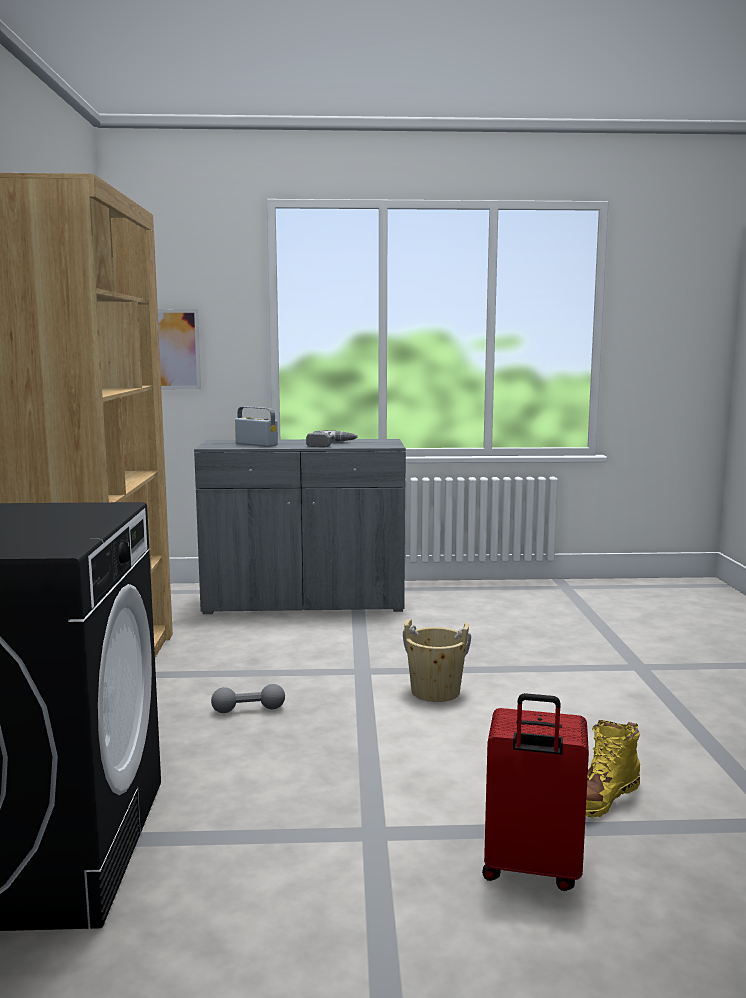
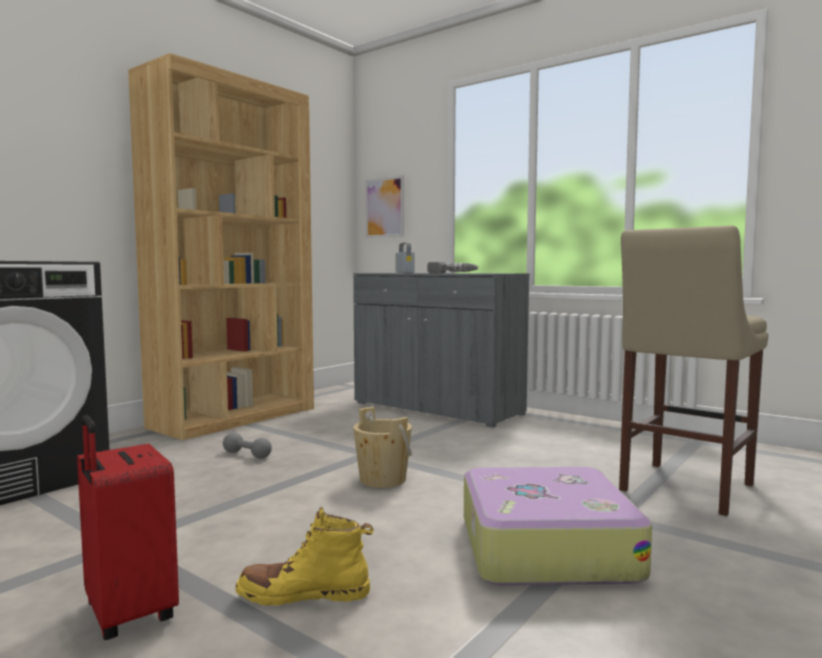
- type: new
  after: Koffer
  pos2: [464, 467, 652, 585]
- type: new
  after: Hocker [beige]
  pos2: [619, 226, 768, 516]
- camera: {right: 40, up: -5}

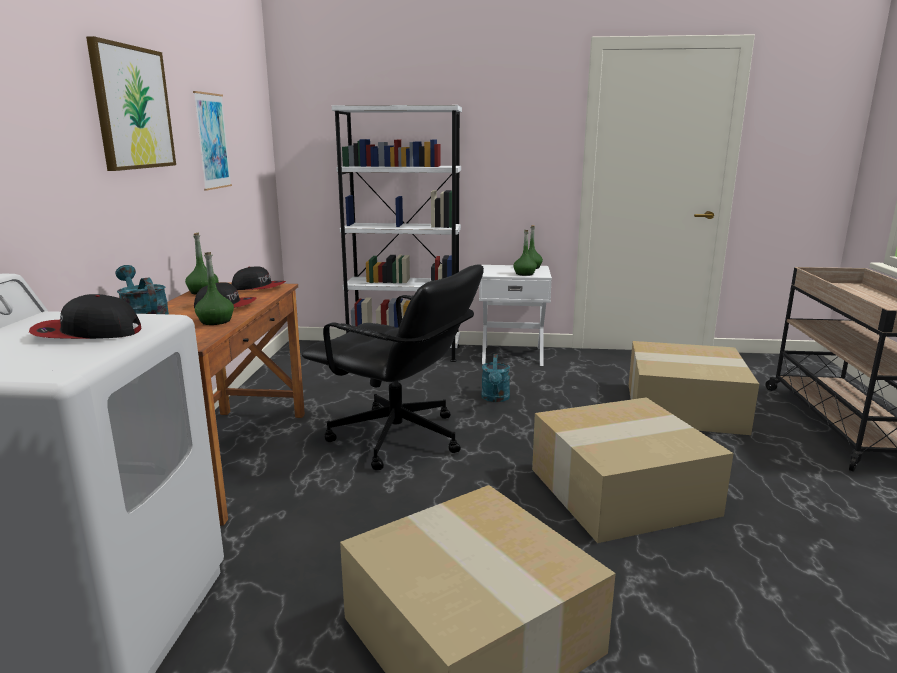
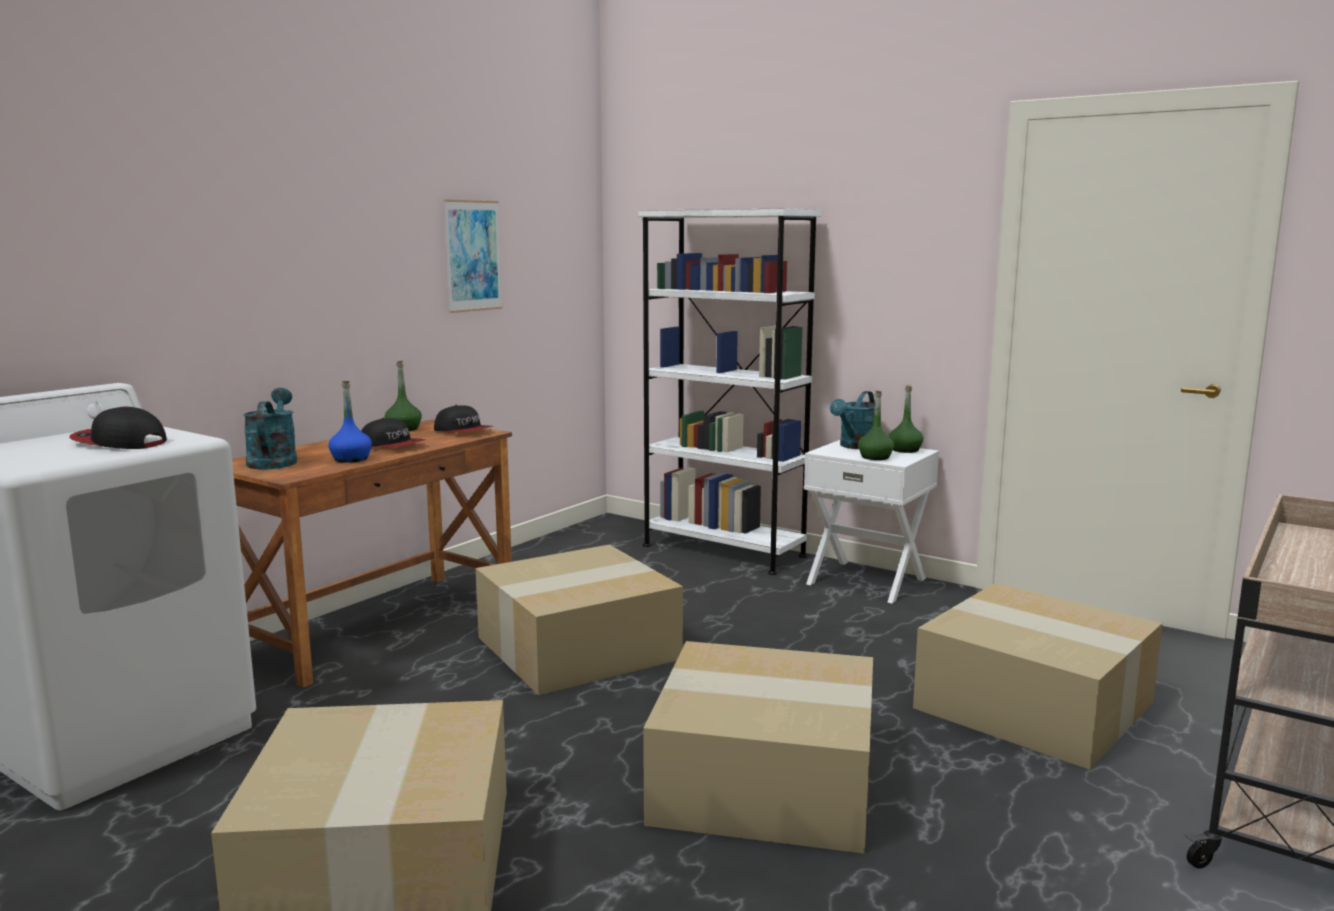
- type: gone
  before: Bild
  pos1: [86, 36, 176, 171]
- type: shifted
  before: Gießkanne [türkis]
  pos1: [481, 354, 510, 402]
  pos2: [830, 391, 875, 449]
- type: swapped
  before: Bürostuhl [schwarz]
  after: Karton
  pos1: [302, 265, 484, 470]
  pos2: [476, 545, 683, 695]
- type: repainted
  before: Flasche [grün]
  after: Flasche [blau]
  pos1: [195, 252, 234, 325]
  pos2: [328, 381, 372, 463]
- camera: {right: 30, up: -5}

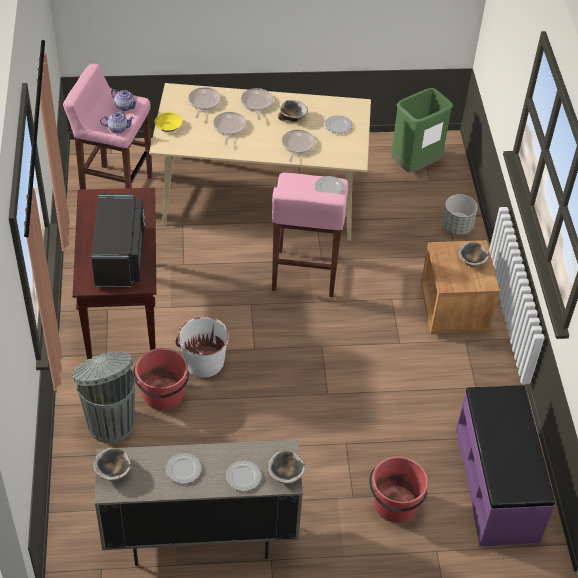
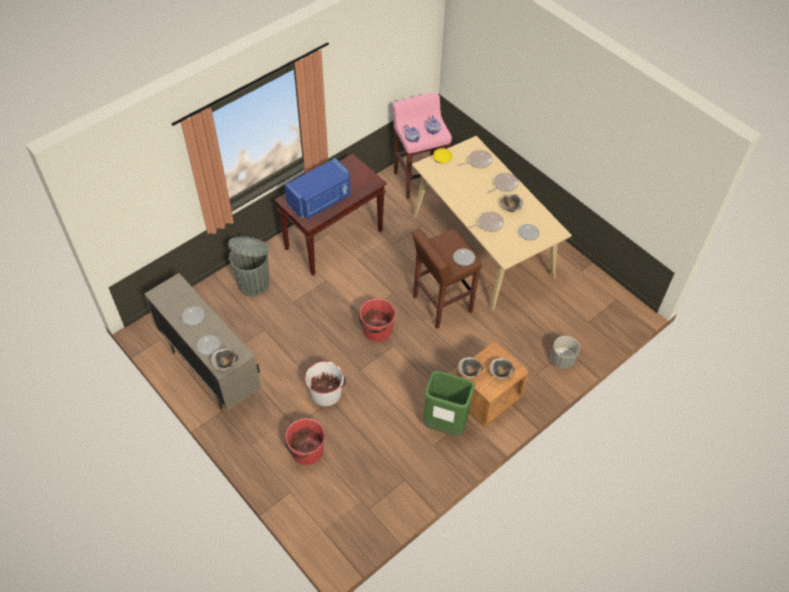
- type: gone
  before: Pfanne
  pos1: [213, 112, 246, 145]
- type: gone
  before: Bank [lila]
  pos1: [456, 385, 555, 546]
- type: shifted
  before: Schüssel
  pos1: [93, 448, 131, 481]
  pos2: [458, 357, 483, 378]
- type: shifted
  before: Eimer [rot]
  pos1: [133, 348, 189, 410]
  pos2: [359, 298, 396, 342]
- type: shifted
  before: Eimer [weiß]
  pos1: [176, 317, 229, 378]
  pos2: [305, 361, 346, 406]
- type: shifted
  before: Mülleimer [grün]
  pos1: [391, 88, 453, 173]
  pos2: [423, 371, 475, 436]
- type: repainted
  before: Mikrowelle [schwarz]
  after: Mikrowelle [blau]
  pos1: [91, 193, 145, 287]
  pos2: [285, 158, 350, 219]
- type: repainted
  before: Hocker [rosa]
  after: Hocker [braun]
  pos1: [272, 173, 348, 297]
  pos2: [412, 228, 482, 329]
- camera: {right: 55, up: 5}

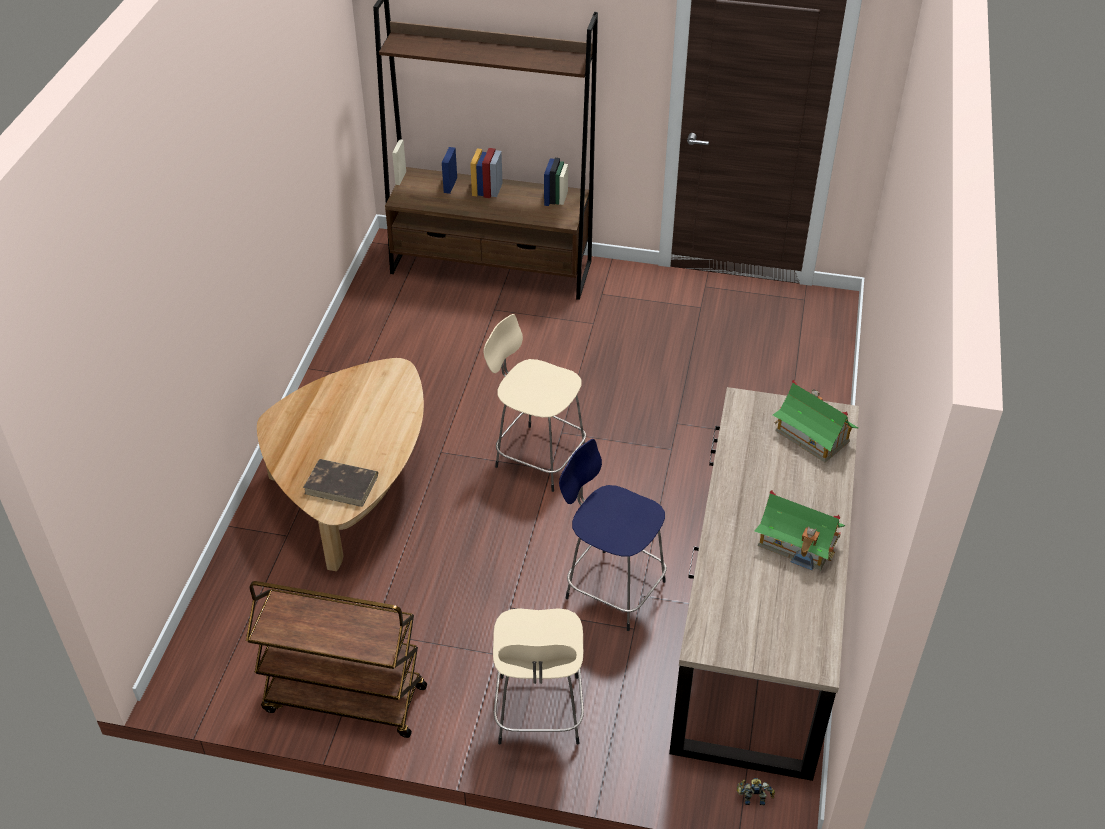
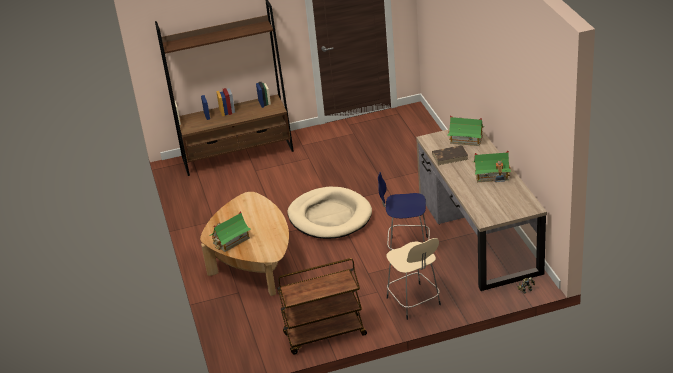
- type: new
  after: Spielzeughaus
  pos2: [209, 211, 251, 252]
- type: shifted
  before: Buch [braun]
  pos1: [303, 459, 378, 507]
  pos2: [432, 145, 469, 165]
- type: swapped
  before: Hocker [beige]
  after: Hundebett [beige]
  pos1: [483, 314, 586, 492]
  pos2: [288, 187, 372, 239]
- camera: {right: -25, up: -10}

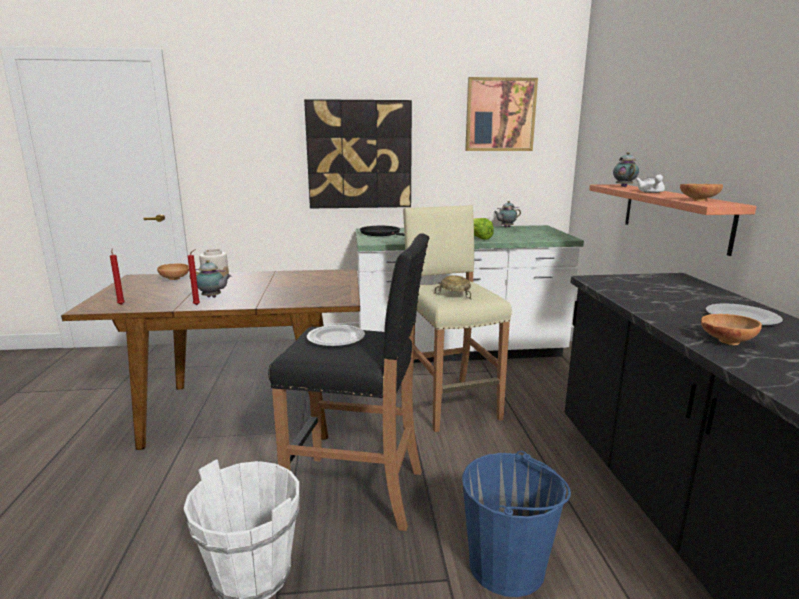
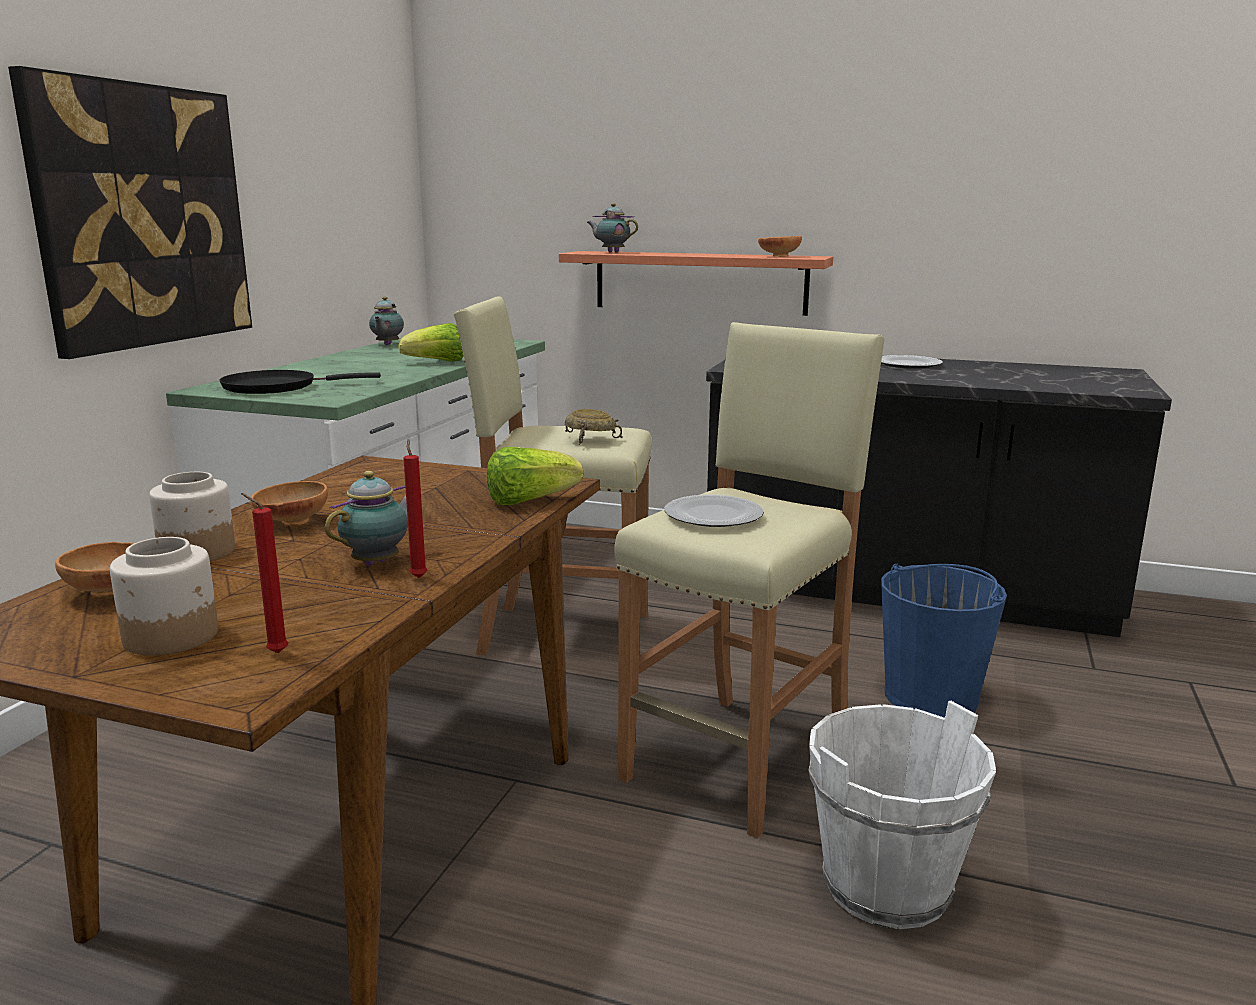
- type: gone
  before: Bild
  pos1: [465, 77, 538, 151]
- type: gone
  before: Teekanne [weiß]
  pos1: [636, 175, 665, 193]
- type: new
  after: Vorratsglas
  pos2: [110, 537, 218, 655]
- type: new
  after: Salatkopf
  pos2: [487, 447, 583, 505]
- type: shifted
  before: Schüssel [braun]
  pos1: [701, 314, 762, 345]
  pos2: [251, 481, 328, 525]
- type: repainted
  before: Hocker [schwarz]
  after: Hocker [beige]
  pos1: [268, 233, 429, 531]
  pos2: [614, 322, 885, 839]
- camera: {right: -65, up: 0}

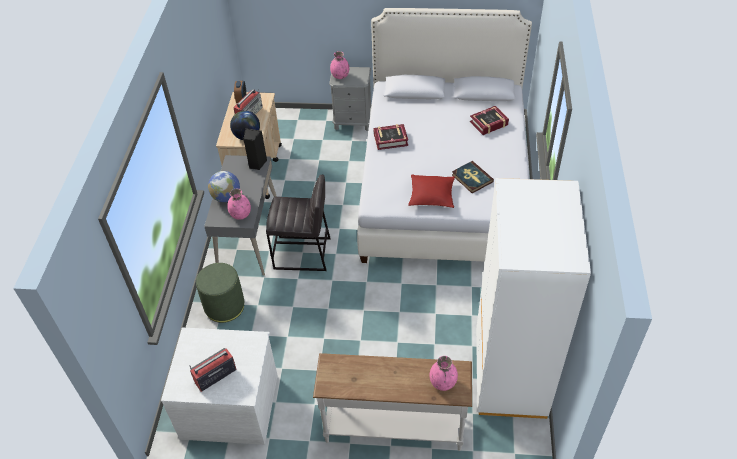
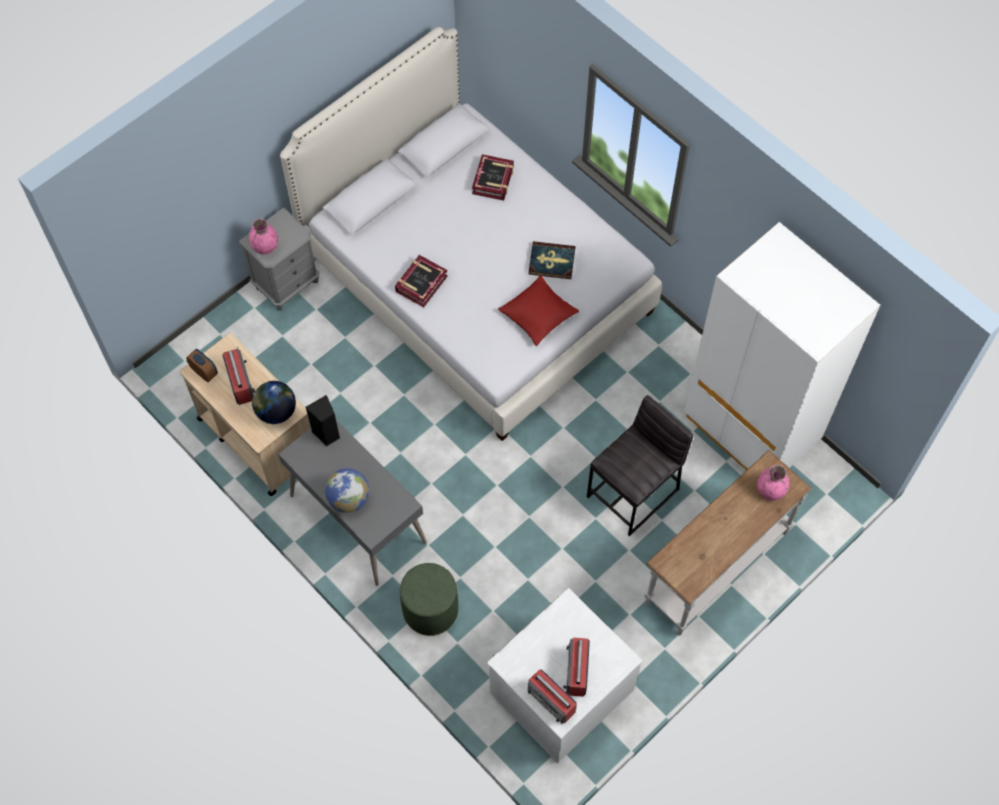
- type: gone
  before: Vase [rosa]
  pos1: [227, 189, 251, 220]
- type: new
  after: Radio
  pos2: [528, 669, 577, 724]
- type: shifted
  before: Hocker [grau]
  pos1: [266, 175, 331, 271]
  pos2: [587, 395, 693, 536]
- camera: {right: -50, up: 15}

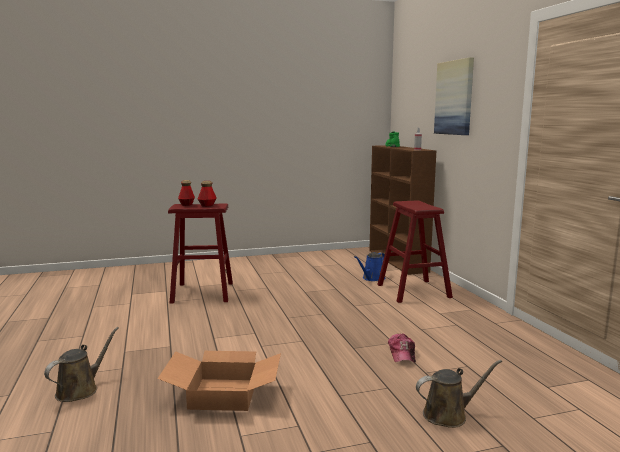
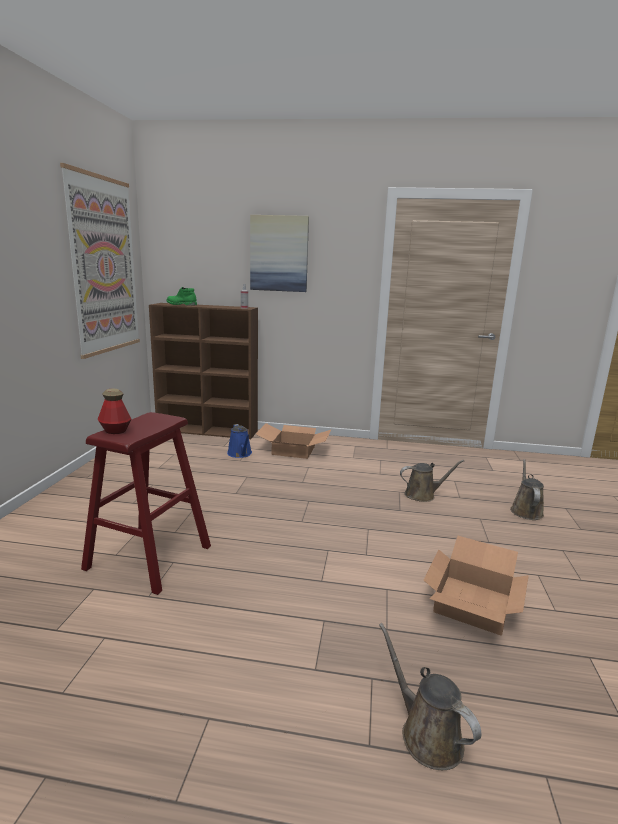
- type: gone
  before: Flasche
  pos1: [198, 181, 217, 207]
- type: new
  after: Bild
  pos2: [60, 163, 140, 359]
- type: swapped
  before: Hocker [rot]
  after: Karton
  pos1: [377, 201, 453, 303]
  pos2: [256, 423, 331, 459]
- type: swapped
  before: Kappe
  after: Gießkanne [braun]
  pos1: [388, 334, 416, 363]
  pos2: [400, 460, 464, 502]
- camera: {right: -65, up: 5}

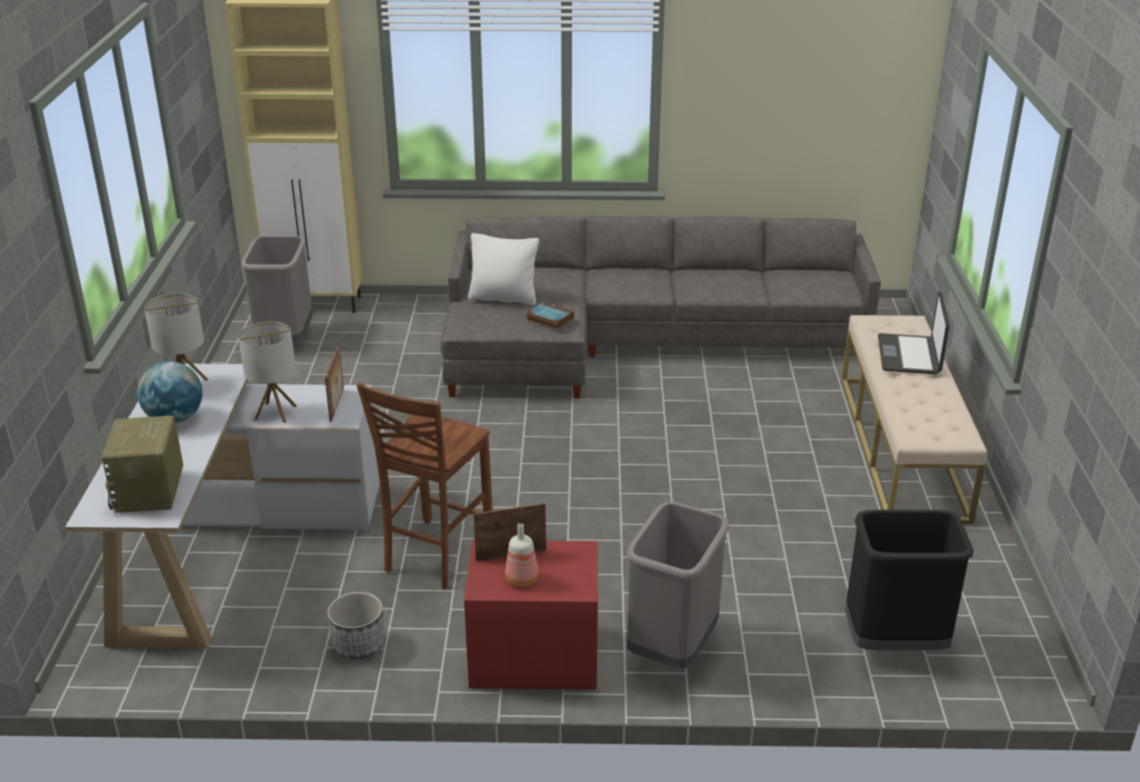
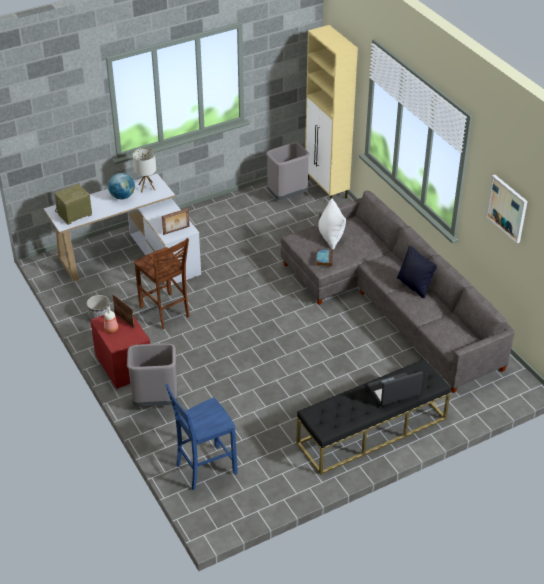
- type: gone
  before: Tischlampe
  pos1: [238, 321, 297, 423]
- type: new
  after: Kissen [schwarz]
  pos2: [397, 246, 437, 298]
- type: new
  after: Bild
  pos2: [486, 175, 527, 243]
- type: swapped
  before: Mülleimer [schwarz]
  after: Stuhl [blau]
  pos1: [845, 510, 974, 650]
  pos2: [165, 384, 238, 490]
- type: repainted
  before: Bank [beige]
  after: Bank [schwarz]
  pos1: [841, 315, 987, 524]
  pos2: [296, 359, 451, 475]
- type: rotated
  before: Stuhl [braun]
  pos1: [357, 383, 493, 590]
  pos2: [134, 238, 190, 329]
  turn: -120
- camera: {right: 60, up: 10}

